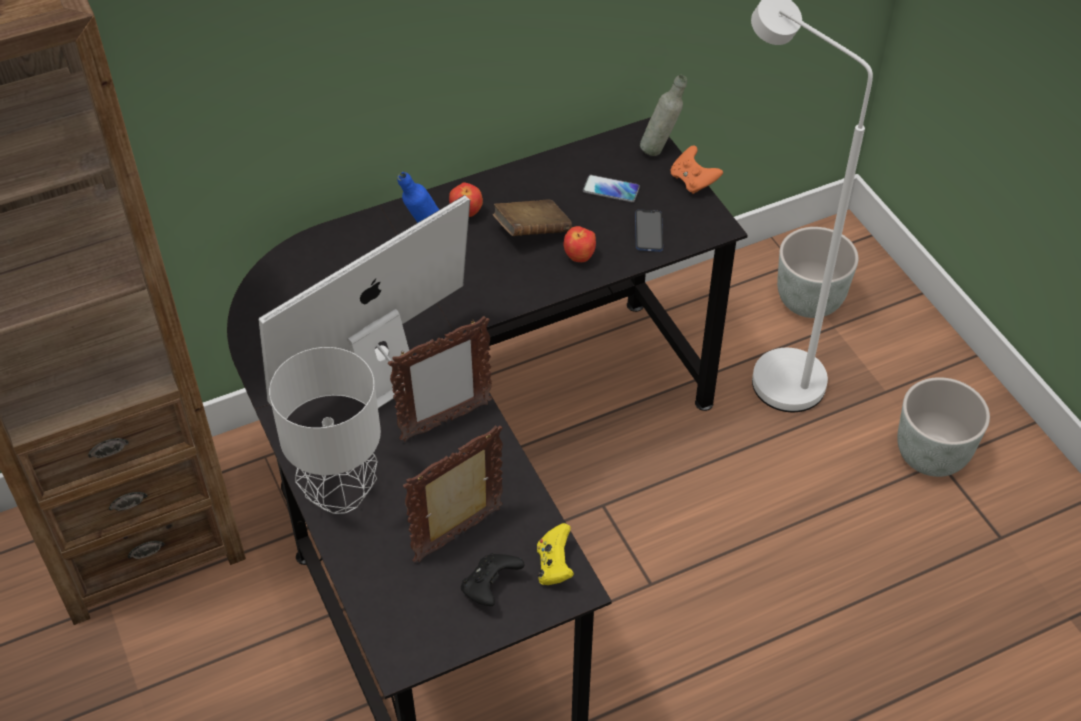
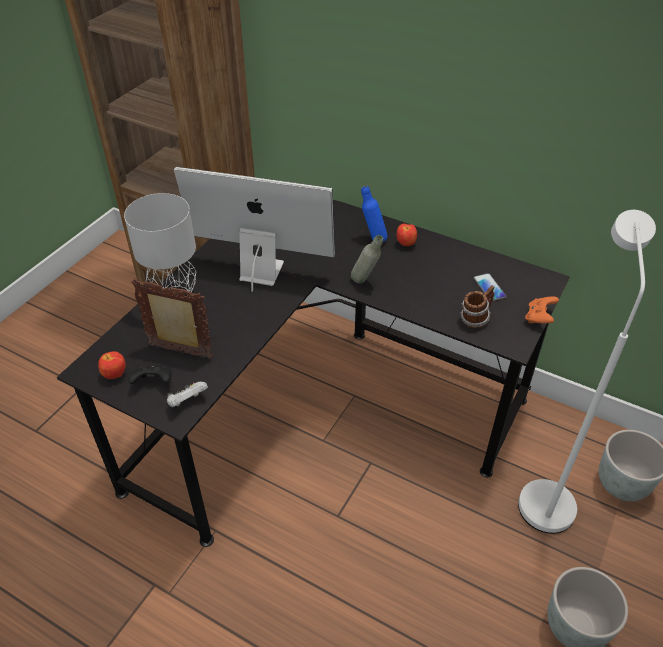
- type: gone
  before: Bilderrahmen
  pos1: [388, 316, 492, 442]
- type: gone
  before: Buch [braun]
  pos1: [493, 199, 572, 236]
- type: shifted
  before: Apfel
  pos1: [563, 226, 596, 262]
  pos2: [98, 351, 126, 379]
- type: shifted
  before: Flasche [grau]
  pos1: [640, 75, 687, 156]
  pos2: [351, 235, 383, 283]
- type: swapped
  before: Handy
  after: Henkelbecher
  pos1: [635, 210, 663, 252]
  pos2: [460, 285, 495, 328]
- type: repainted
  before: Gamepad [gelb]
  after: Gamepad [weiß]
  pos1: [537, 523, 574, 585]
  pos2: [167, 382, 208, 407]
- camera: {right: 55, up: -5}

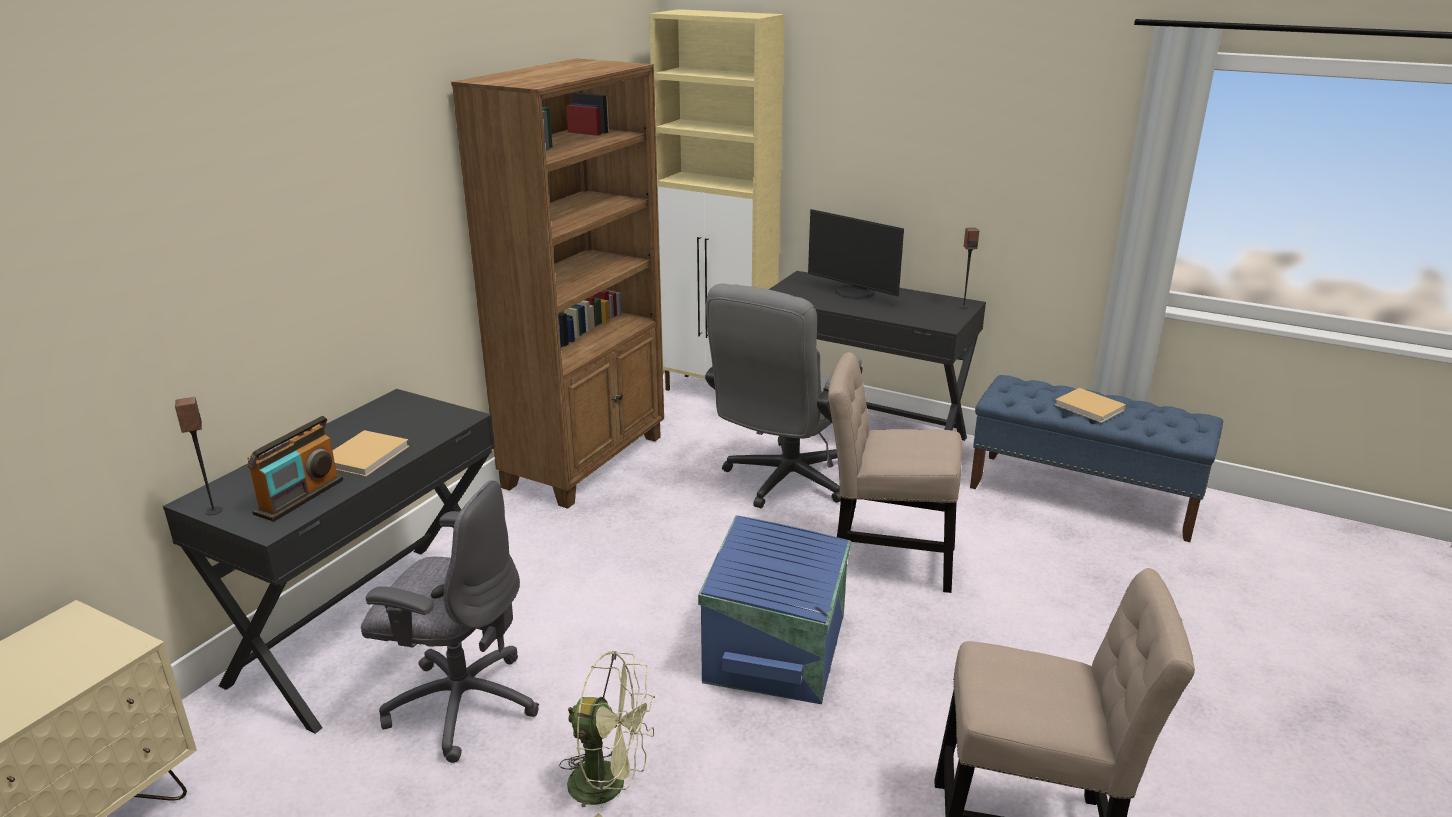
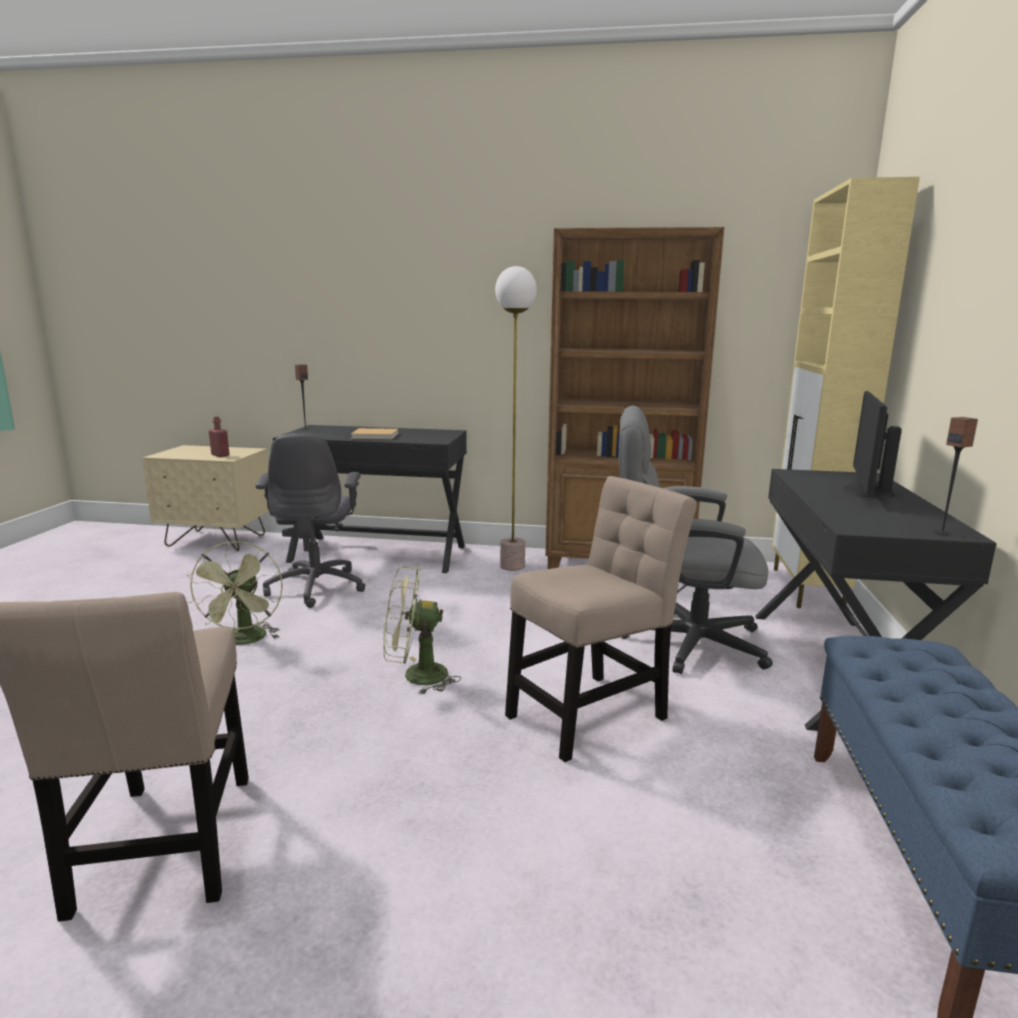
- type: gone
  before: Radio
  pos1: [247, 416, 343, 522]
- type: gone
  before: Buch [beige]
  pos1: [1055, 388, 1126, 423]
- type: new
  after: Flasche [rot]
  pos2: [209, 416, 229, 457]
- type: new
  after: Stehlampe
  pos2: [495, 266, 537, 571]
- type: swapped
  before: Aufbewahrungsbox [blau]
  after: Ventilator [grün]
  pos1: [698, 515, 851, 704]
  pos2: [383, 565, 461, 695]
- type: rotated
  before: Stuhl [beige]
  pos1: [828, 352, 962, 593]
  pos2: [505, 476, 697, 762]
  turn: 60
- camera: {right: 70, up: -10}

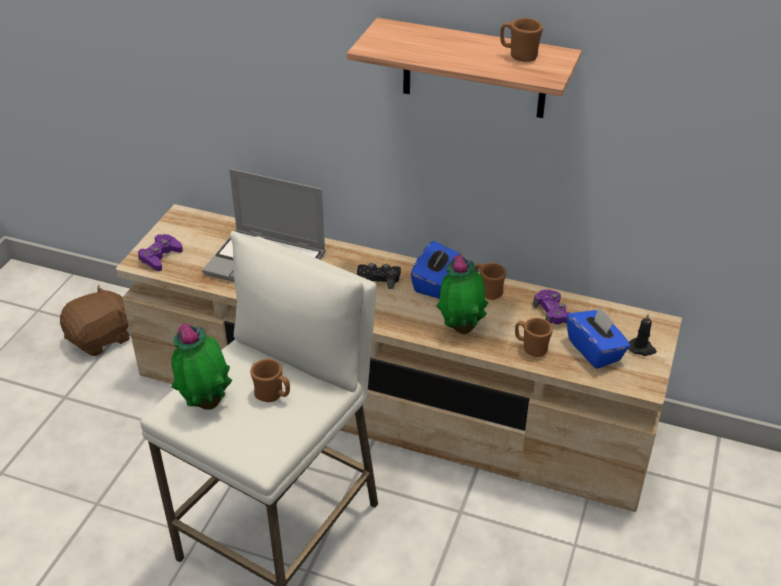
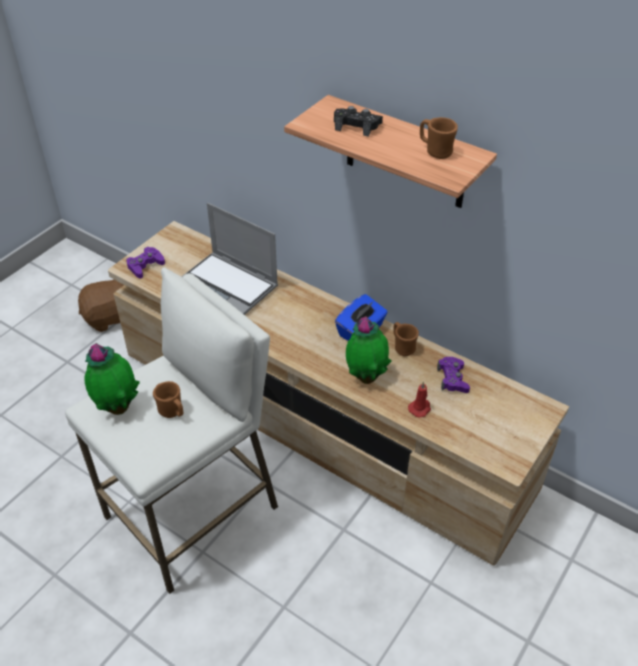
- type: gone
  before: Taschentuchbox [blau]
  pos1: [567, 307, 630, 369]
- type: gone
  before: Kerze [schwarz]
  pos1: [628, 313, 657, 356]
- type: shifted
  before: Gamepad [schwarz]
  pos1: [357, 263, 401, 289]
  pos2: [334, 106, 383, 137]
- type: swapped
  before: Henkelbecher [braun]
  after: Kerze [rot]
  pos1: [515, 318, 552, 357]
  pos2: [408, 381, 431, 417]
- camera: {right: 15, up: 5}

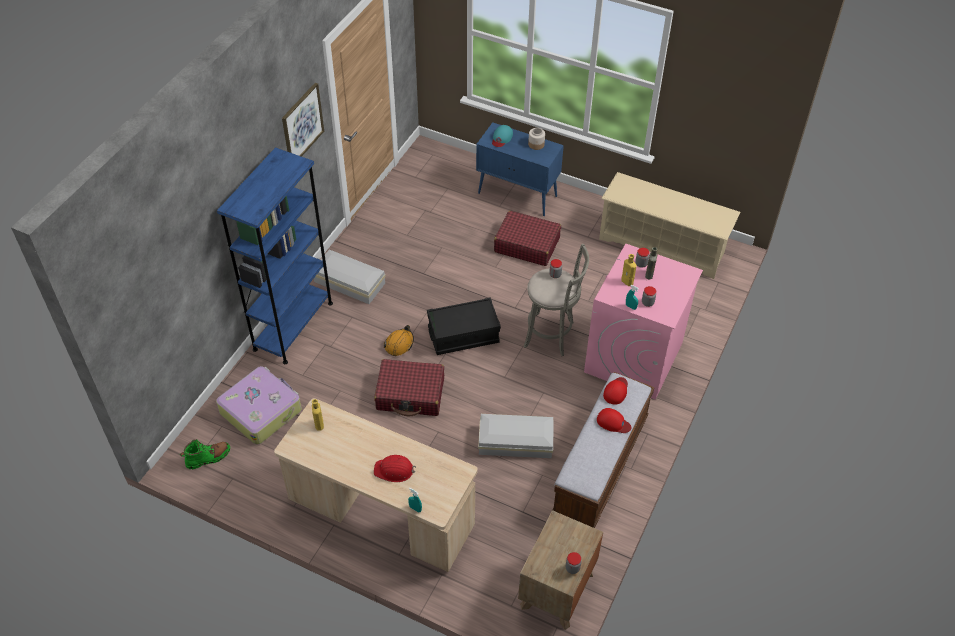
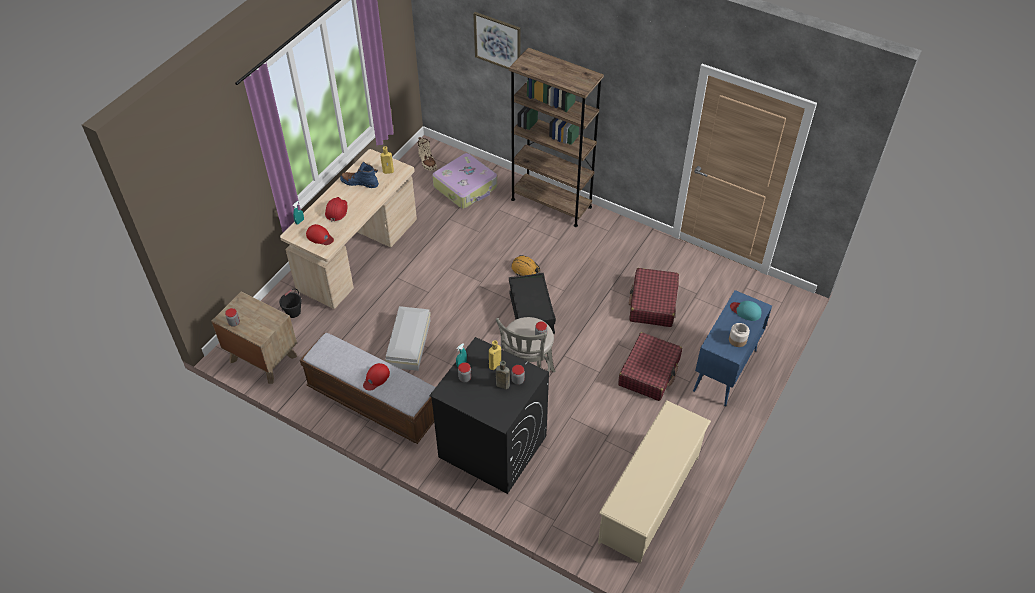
- type: gone
  before: Aufbewahrungsbox [weiß]
  pos1: [314, 249, 386, 304]
- type: new
  after: Eimer [schwarz]
  pos2: [279, 289, 302, 318]
- type: new
  after: Stiefel [blau]
  pos2: [340, 162, 379, 188]
- type: shifted
  before: Bild
  pos1: [282, 83, 324, 157]
  pos2: [473, 12, 521, 70]
- type: shifted
  before: Koffer [rot]
  pos1: [374, 359, 444, 416]
  pos2: [629, 268, 679, 327]
- type: shifted
  before: Kappe [rot]
  pos1: [603, 377, 628, 405]
  pos2: [306, 224, 334, 245]
- type: repainted
  before: Stiefel [grün]
  after: Stiefel [beige]
  pos1: [180, 439, 230, 469]
  pos2: [417, 137, 437, 171]
- type: repainted
  before: Bücherregal [blau]
  after: Bücherregal [braun]
  pos1: [217, 147, 333, 364]
  pos2: [509, 48, 604, 227]
- type: repainted
  before: Waschmaschine [rosa]
  after: Waschmaschine [schwarz]
  pos1: [584, 244, 703, 400]
  pos2: [429, 337, 549, 494]
- camera: {right: 95, up: 0}

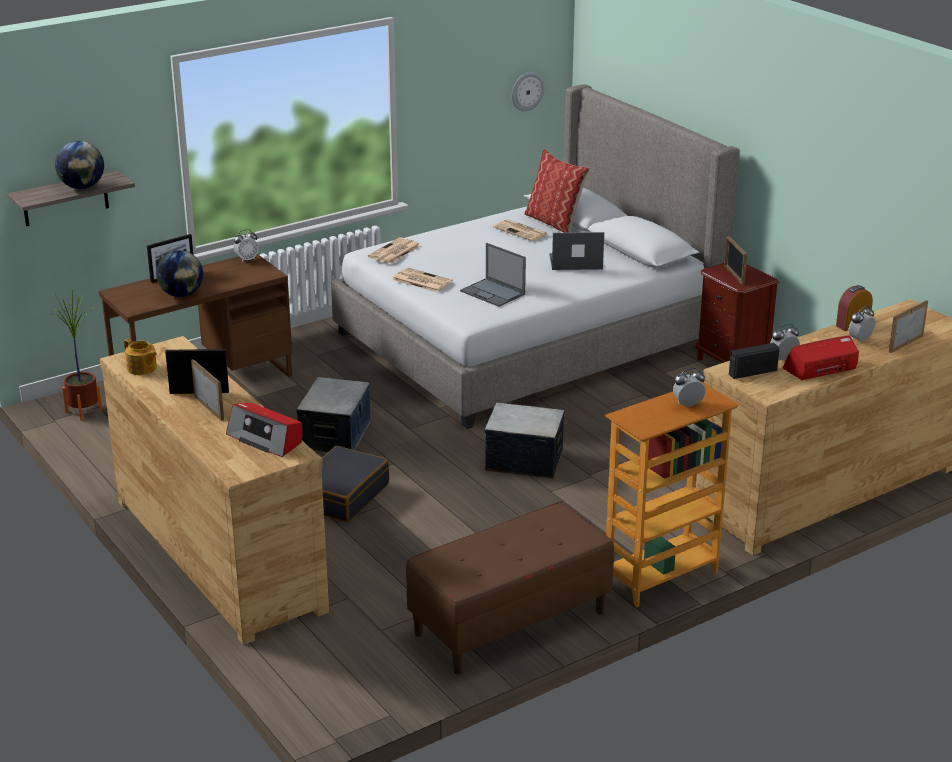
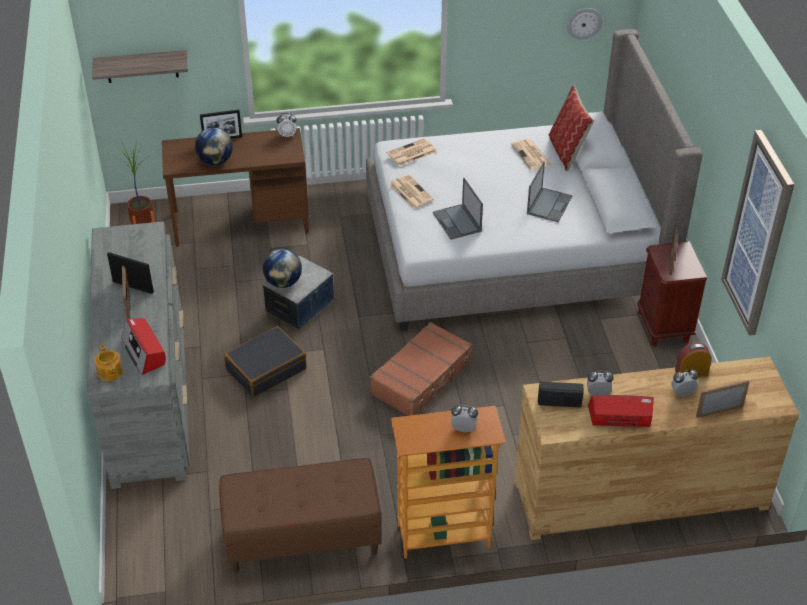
- type: new
  after: Bild
  pos2: [721, 130, 794, 336]
- type: shifted
  before: Globus
  pos1: [55, 141, 104, 189]
  pos2: [263, 249, 302, 288]
- type: shifted
  before: Teekanne
  pos1: [124, 339, 157, 375]
  pos2: [95, 344, 123, 381]
- type: swapped
  before: Aufbewahrungsbox
  after: Koffer [braun]
  pos1: [485, 403, 565, 479]
  pos2: [370, 322, 472, 416]
- type: repainted
  before: Kommode [braun]
  after: Kommode [grau]
  pos1: [100, 336, 329, 645]
  pos2: [87, 222, 190, 489]
- type: rotated
  before: Laptop
  pos1: [549, 232, 604, 270]
  pos2: [527, 161, 573, 222]
  turn: 90
- camera: {right: 25, up: 15}

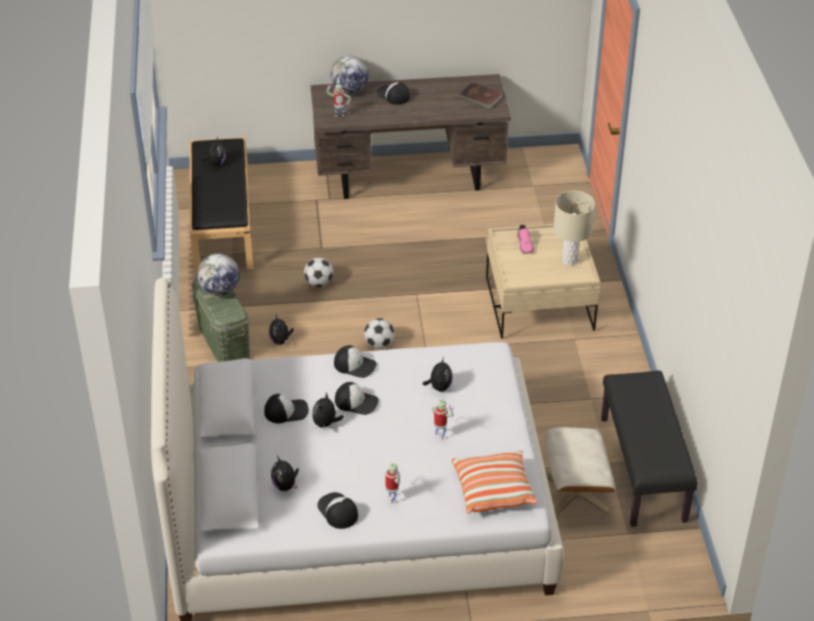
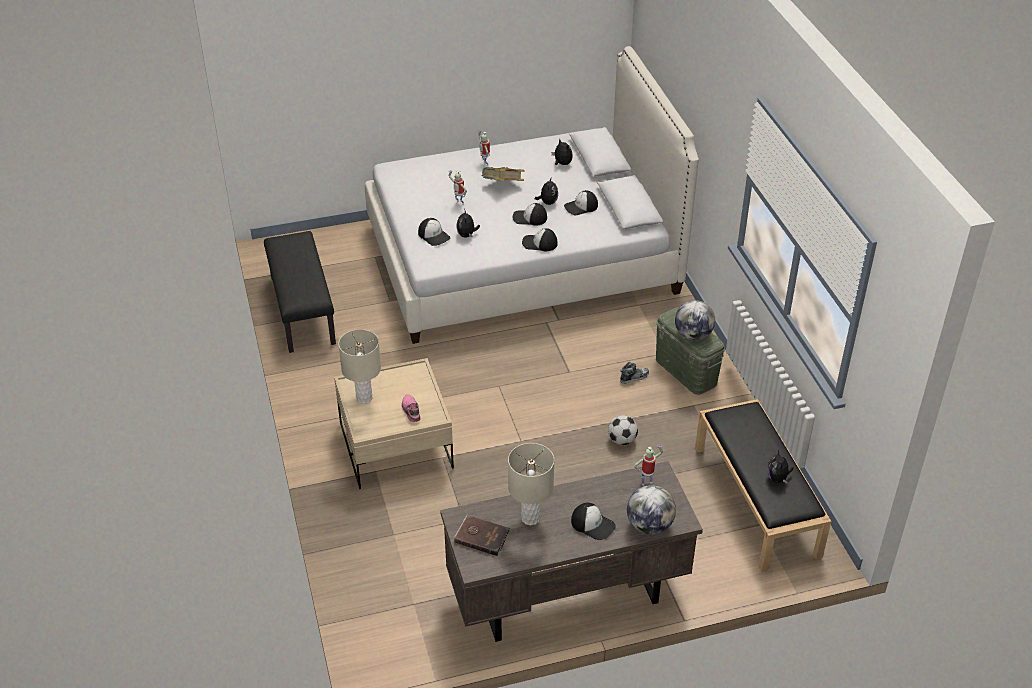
- type: gone
  before: Fußball
  pos1: [364, 318, 395, 349]
- type: gone
  before: Kissen
  pos1: [452, 451, 538, 514]
- type: gone
  before: Polsterhocker [beige]
  pos1: [545, 427, 615, 517]
- type: new
  after: Buch
  pos2: [482, 167, 525, 181]
- type: new
  after: Tischlampe [beige]
  pos2: [508, 443, 554, 526]
- type: shifted
  before: Kappe
  pos1: [317, 492, 358, 529]
  pos2: [418, 218, 450, 246]
- type: swapped
  before: Plüschtier
  after: Schuh
  pos1: [269, 315, 294, 345]
  pos2: [620, 362, 649, 384]
- camera: {right: 170, up: 0}

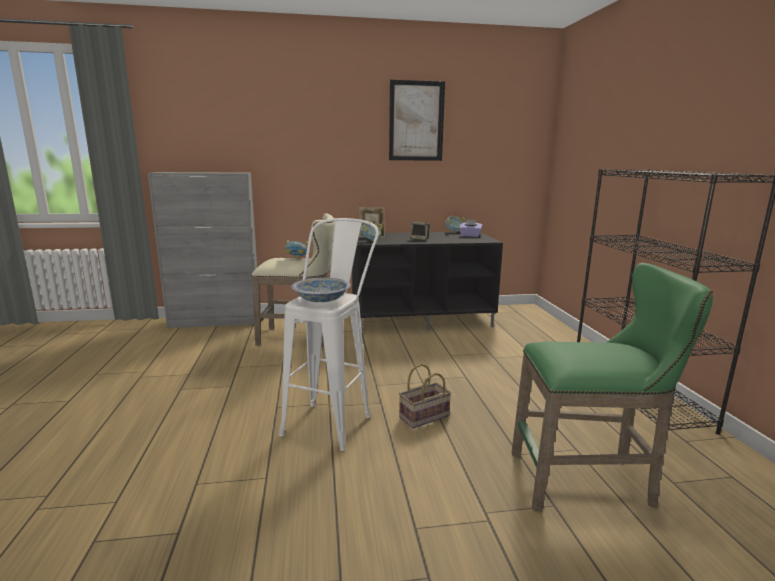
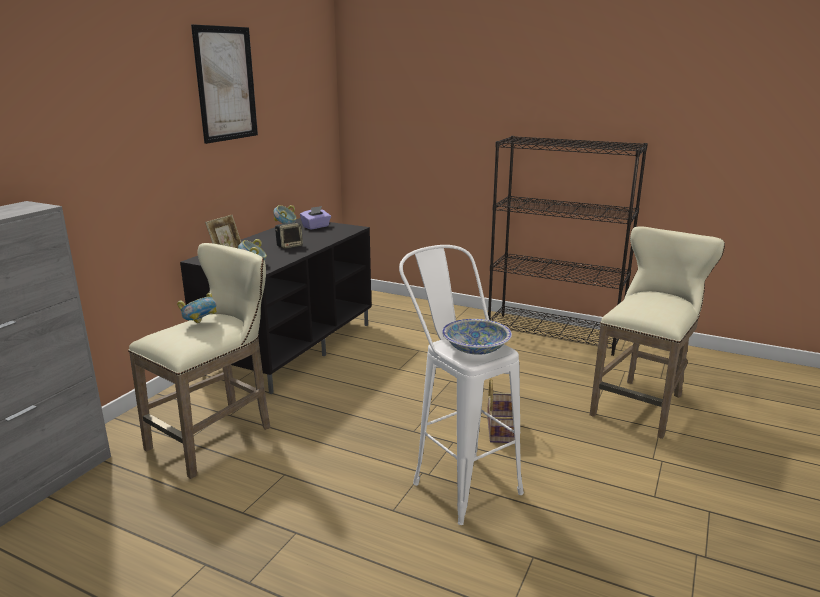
- type: repainted
  before: Hocker [grün]
  after: Hocker [beige]
  pos1: [512, 263, 713, 511]
  pos2: [590, 226, 725, 439]
- camera: {right: -55, up: 5}

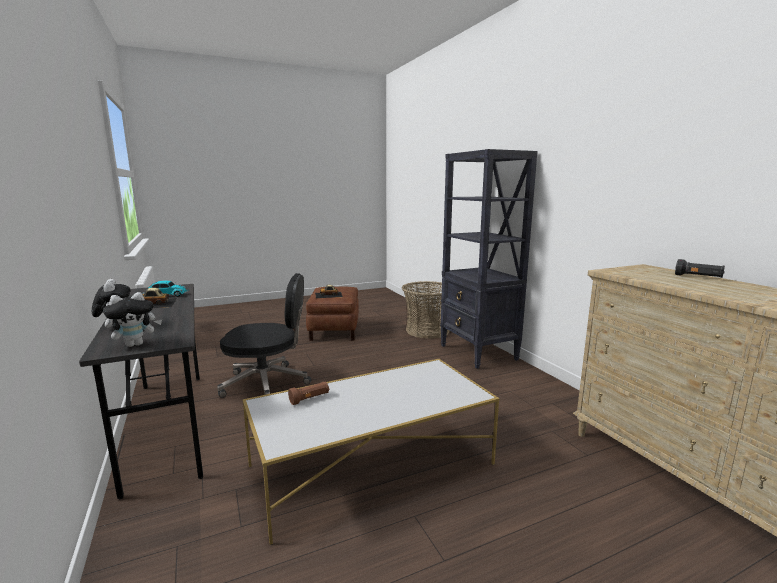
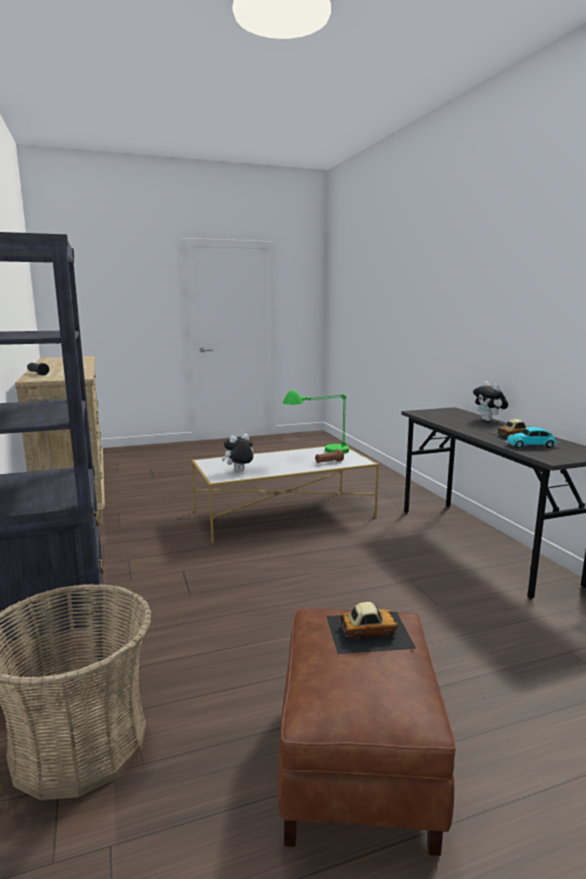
- type: gone
  before: Bürostuhl [schwarz]
  pos1: [217, 273, 312, 398]
- type: new
  after: Tischlampe [grün]
  pos2: [283, 390, 349, 454]
- type: shifted
  before: Plüschtier
  pos1: [103, 292, 162, 347]
  pos2: [222, 434, 253, 471]
- camera: {right: -175, up: 0}

